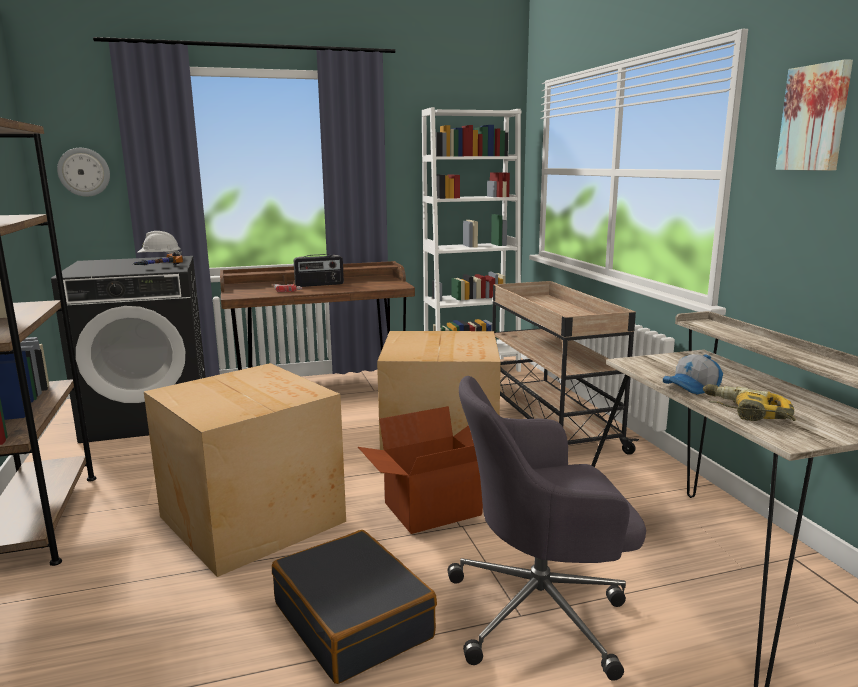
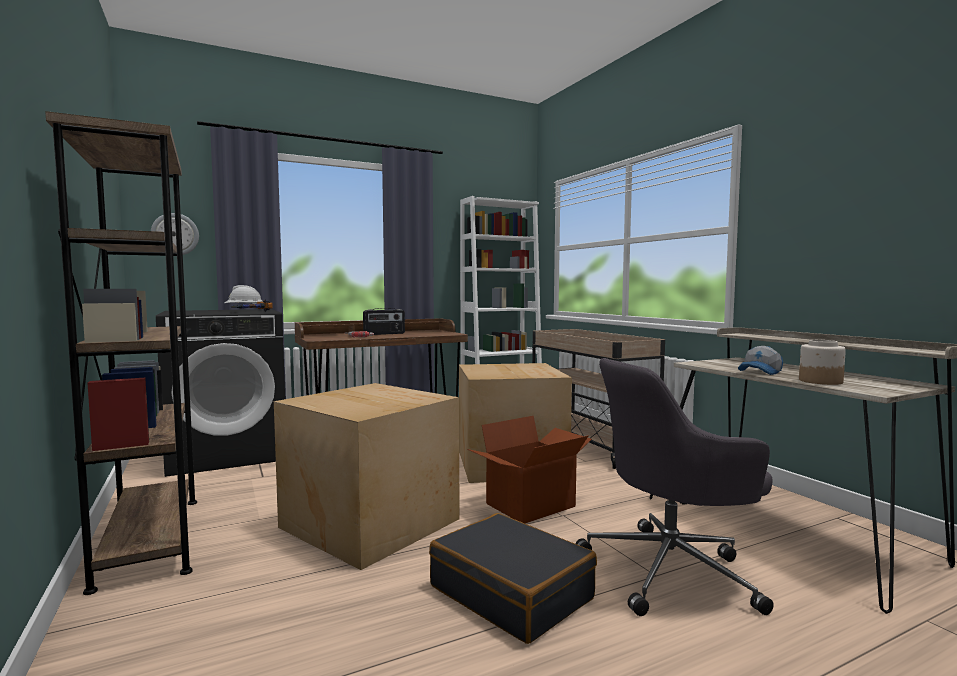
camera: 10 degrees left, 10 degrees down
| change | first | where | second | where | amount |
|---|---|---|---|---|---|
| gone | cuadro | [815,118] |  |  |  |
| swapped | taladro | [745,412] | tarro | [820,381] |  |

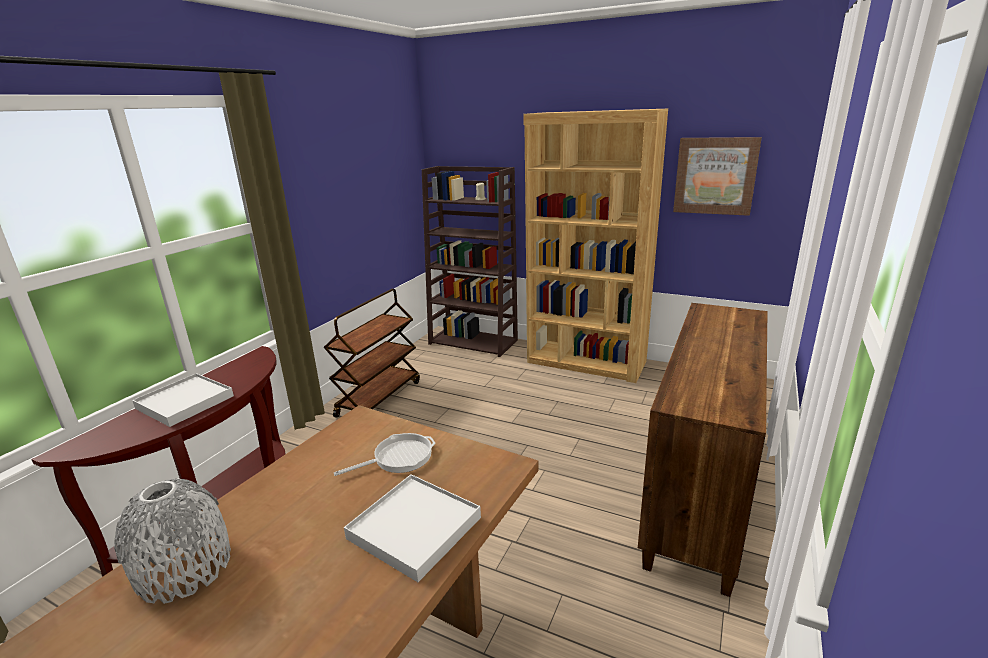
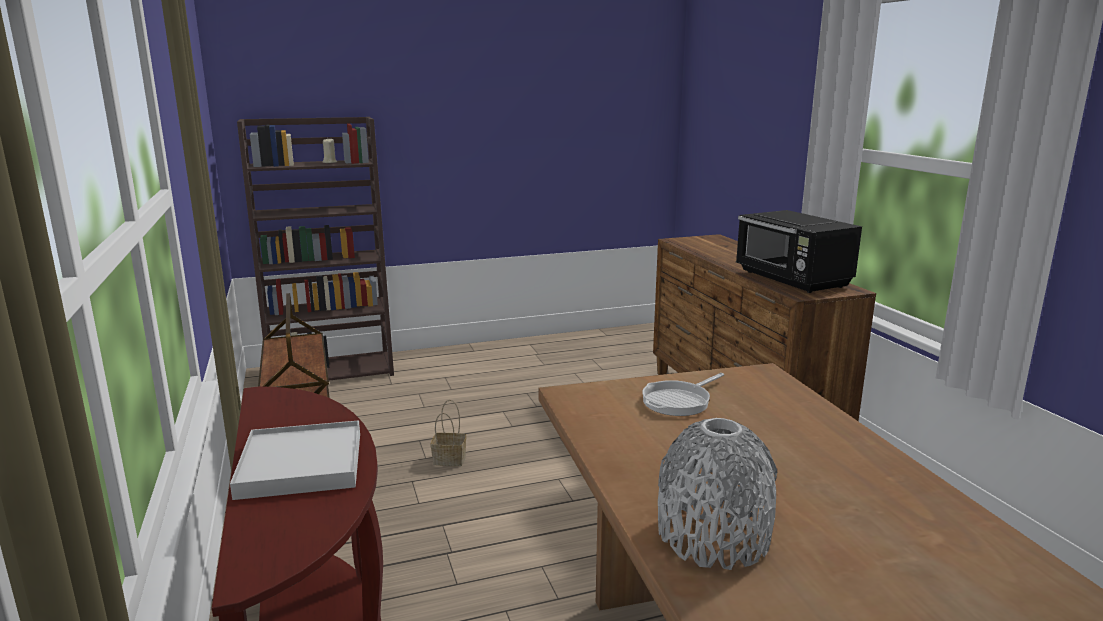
camera: 45 degrees left, 5 degrees down
| change | first | where | second | where | amount |
|---|---|---|---|---|---|
| gone | estantería/marrón | [586,362] |  |  |  |
| gone | cuadro | [715,176] |  |  |  |
| rotated | sartén | [399,458] |  | [679,401] | 150 degrees counterclockwise |
| gone | bandeja/blanco | [414,528] |  |  |  |
| new |  |  | microondas/negro | [792,280] |  |
| new |  |  | cesta | [448,460] |  |

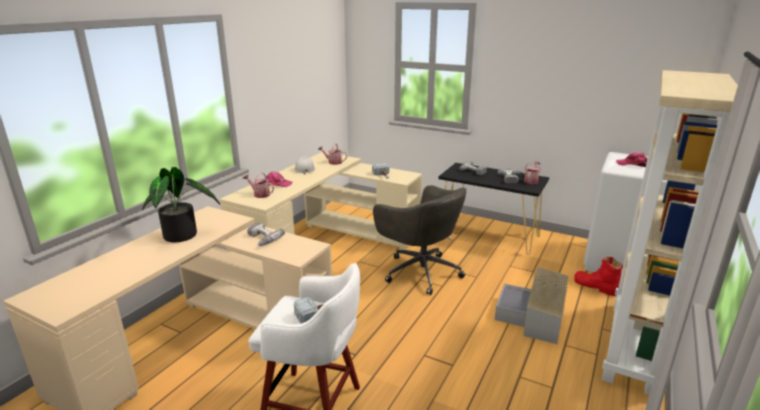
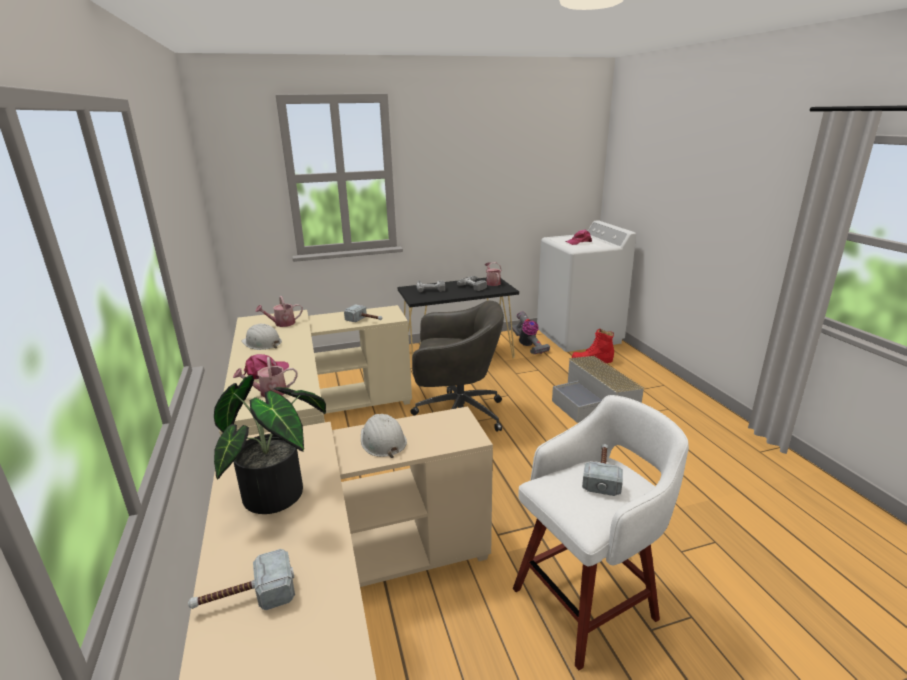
camera: 45 degrees left, 0 degrees up
| change | first | where | second | where | amount |
|---|---|---|---|---|---|
| gone | estantería/beis | [633,346] |  |  |  |
| swapped | taladro | [261,239] | casco/blanco | [382,441] |  |
| new |  |  | aspiradora | [528,346] |  |
| new |  |  | martillo | [245,598] |  |

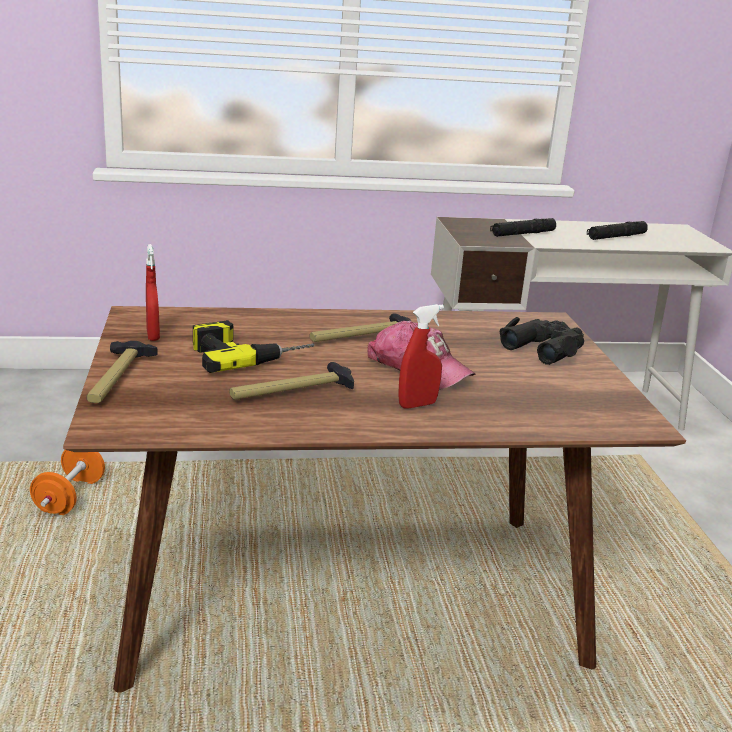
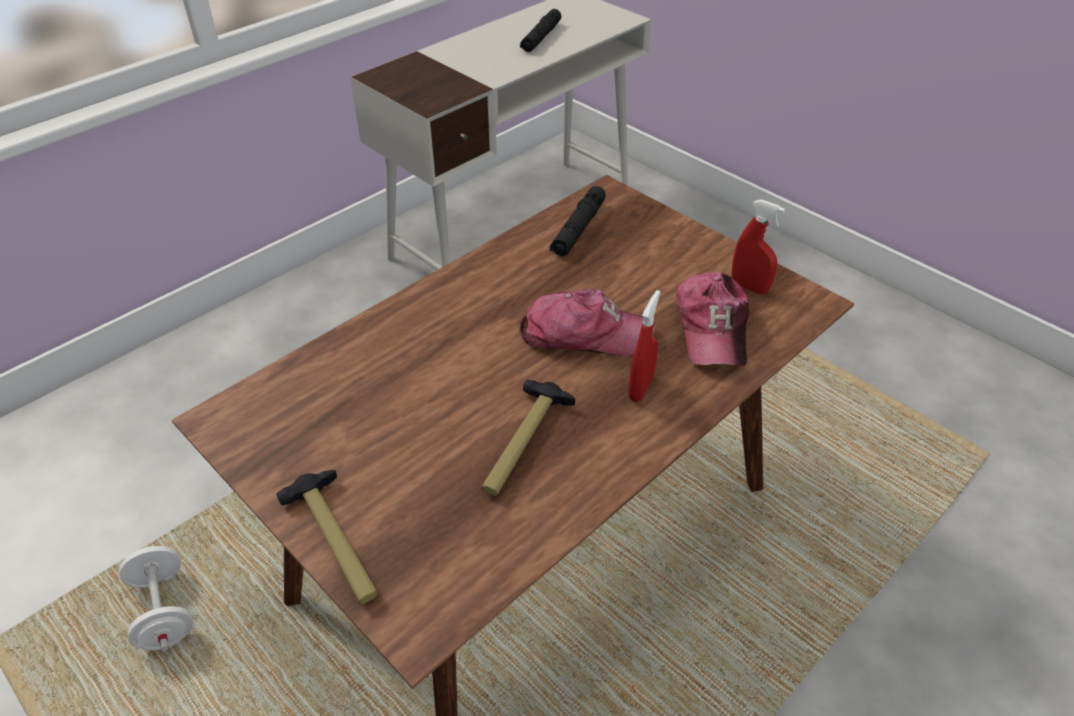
camera: 35 degrees left, 20 degrees up
| change | first | where | second | where | amount |
|---|---|---|---|---|---|
| shifted | linterna/negro | [522,234] |  | [578,229] |  |
| shifted | pulverizador/rojo | [153,335] |  | [749,287] |  |
| gone | martillo | [361,337] |  |  |  |
| gone | prismáticos/negro | [545,348] |  |  |  |
| gone | taladro | [248,353] |  |  |  |
| repainted | mancuerna/naranja | [70,498] | mancuerna/blanco | [164,611] |  |
| new |  |  | gorra | [712,328] |  |

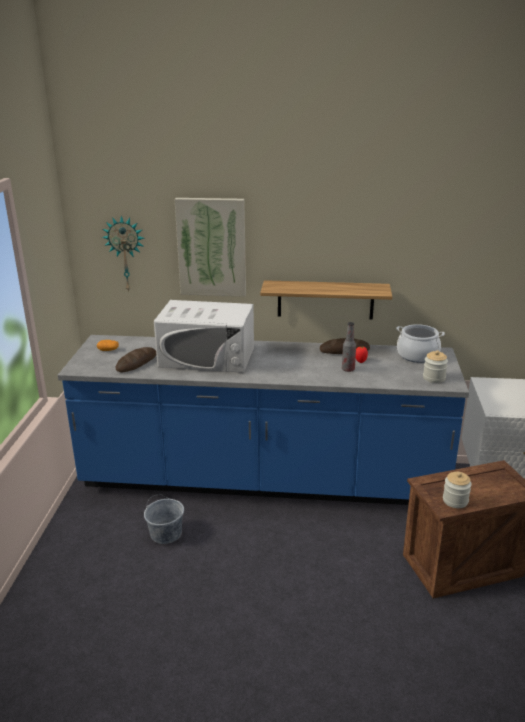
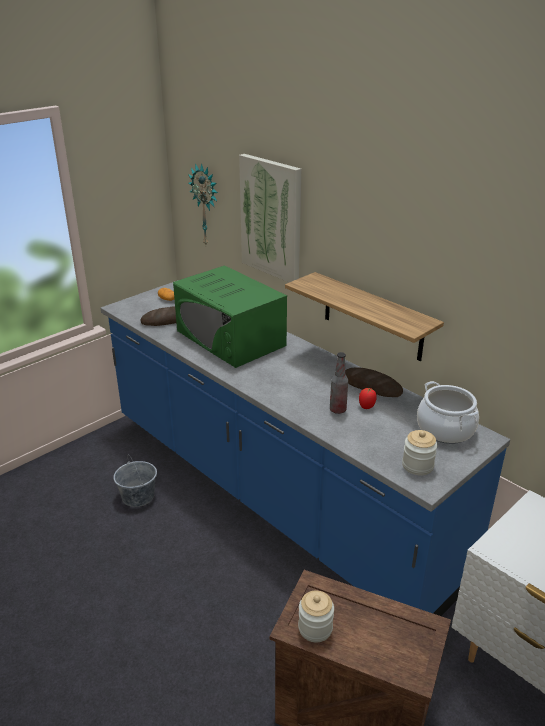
camera: 40 degrees right, 5 degrees up
| change | first | where | second | where | amount |
|---|---|---|---|---|---|
| repainted | microondas/blanco | [207,357] | microondas/verde | [230,338] |  |

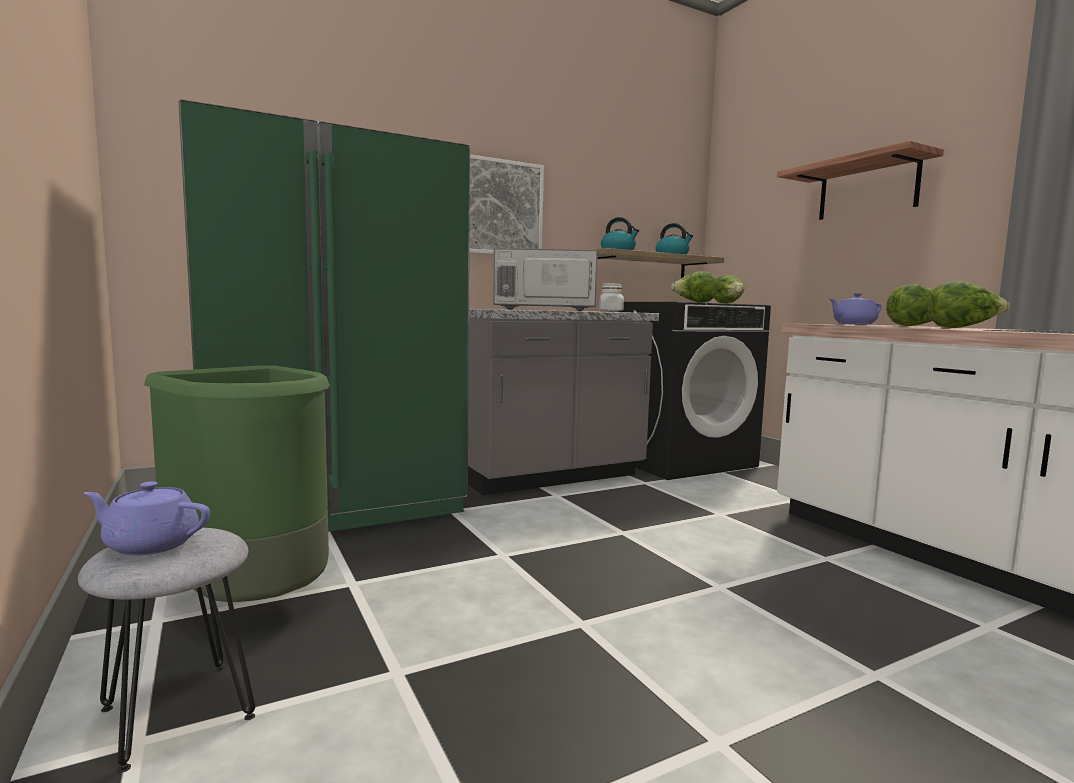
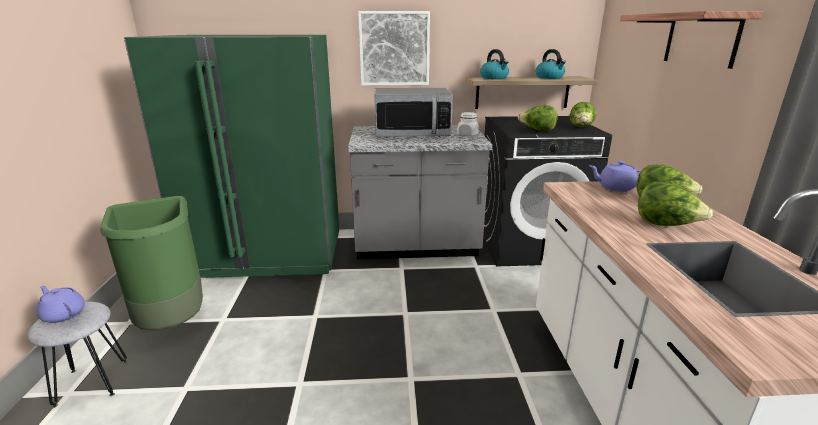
camera: 25 degrees right, 15 degrees up
| change | first | where | second | where | amount |
|---|---|---|---|---|---|
| rotated | microondas | [544,310] |  | [412,133] | 150 degrees clockwise |

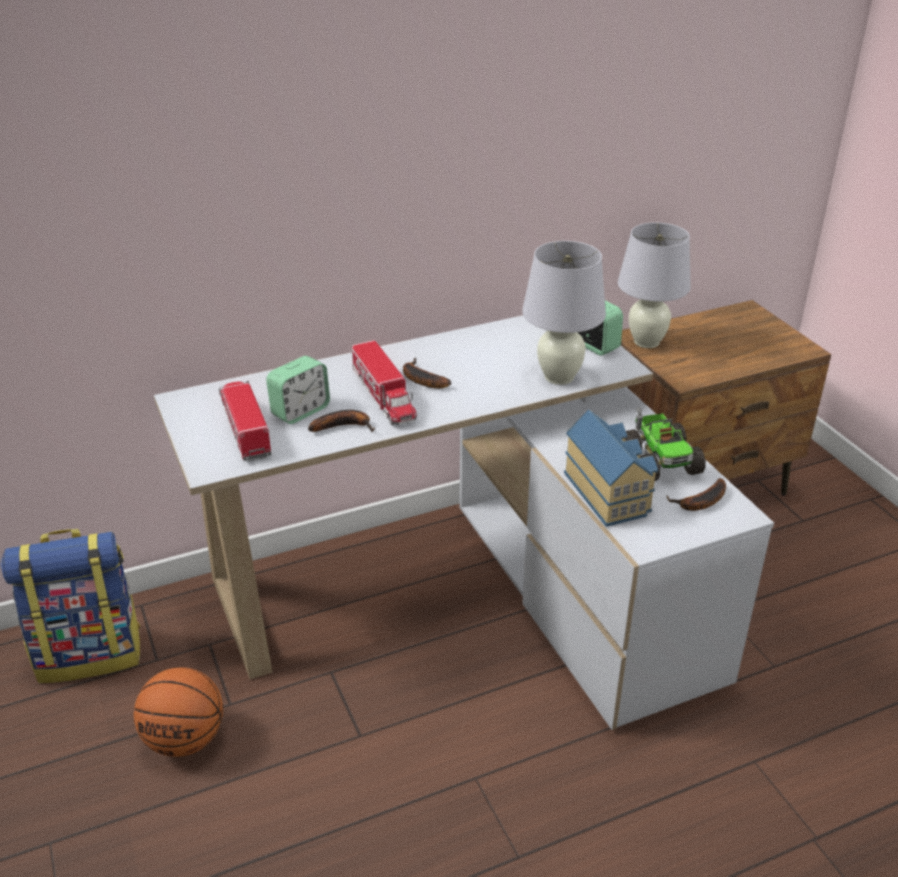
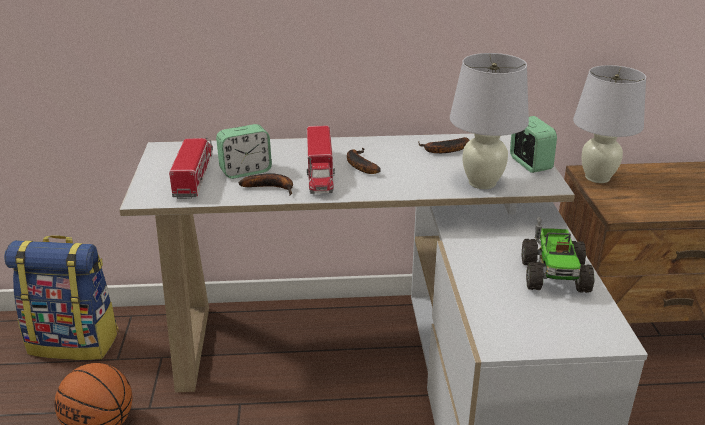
camera: 20 degrees right, 5 degrees down
| change | first | where | second | where | amount |
|---|---|---|---|---|---|
| gone | casita | [609,492] |  |  |  |
| shifted | plátano | [701,502] |  | [443,150] |  |

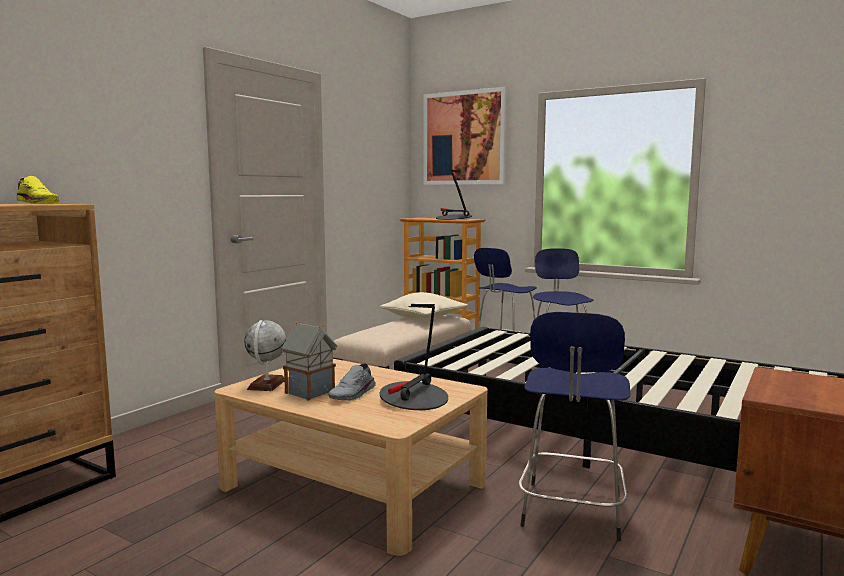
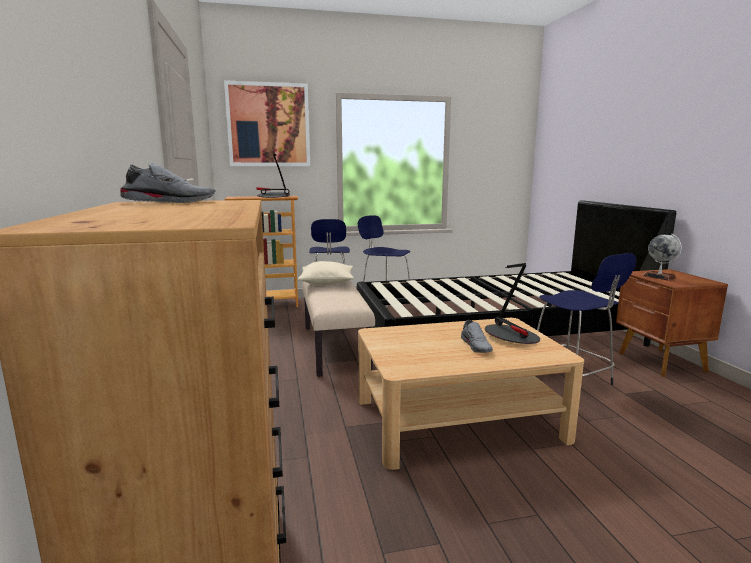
camera: 45 degrees left, 5 degrees up
| change | first | where | second | where | amount |
|---|---|---|---|---|---|
| repainted | zapato/amarillo | [39,203] | zapato/gris | [170,202] |  |
| shifted | globo terráqueo | [267,384] |  | [659,277] |  |
| gone | casita | [311,392] |  |  |  |

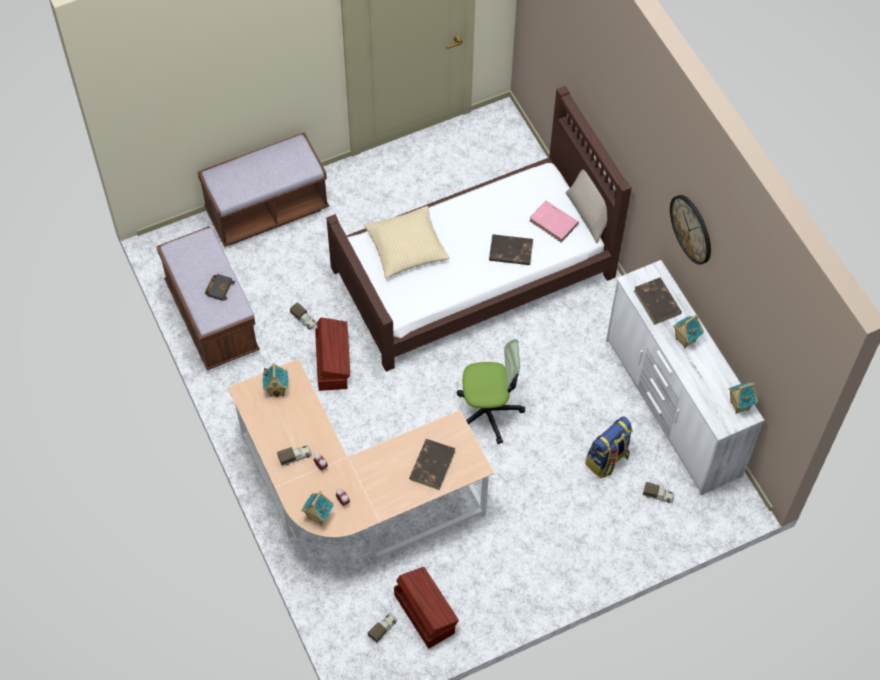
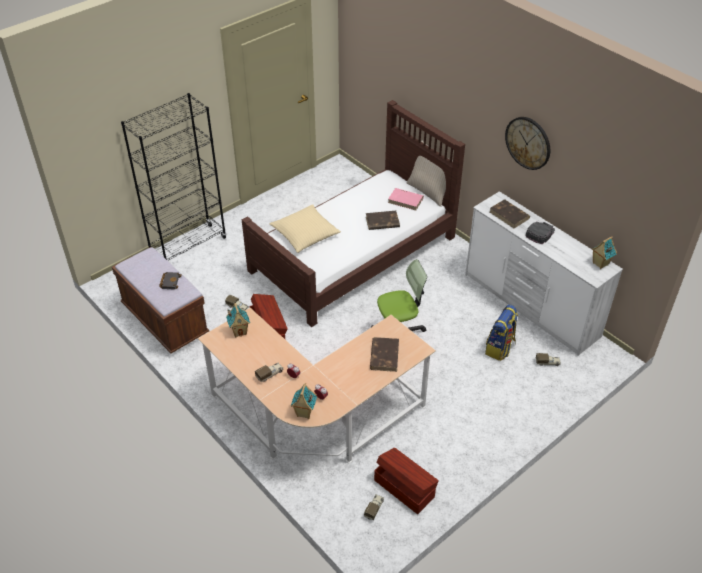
camera: 15 degrees left, 15 degrees down
| change | first | where | second | where | amount |
|---|---|---|---|---|---|
| swapped | banco/marrón | [267,210] | estantería/negro | [188,246] |  |
| swapped | casita | [684,340] | gorra/negro | [540,233] |  |

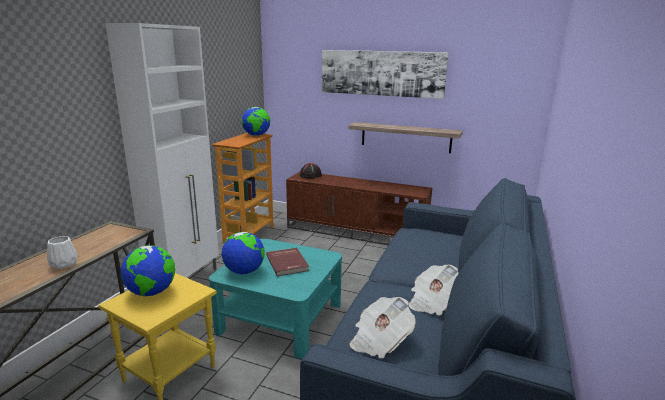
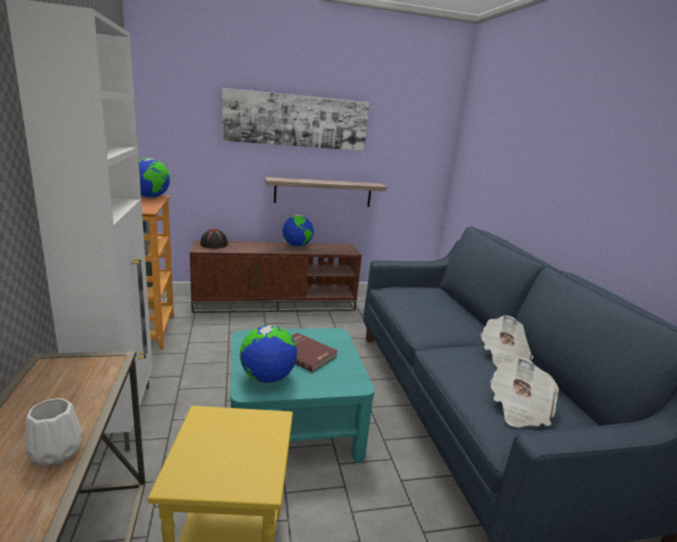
camera: 35 degrees left, 0 degrees up
| change | first | where | second | where | amount |
|---|---|---|---|---|---|
| shifted | globo terráqueo | [151,292] |  | [297,246] |  |

